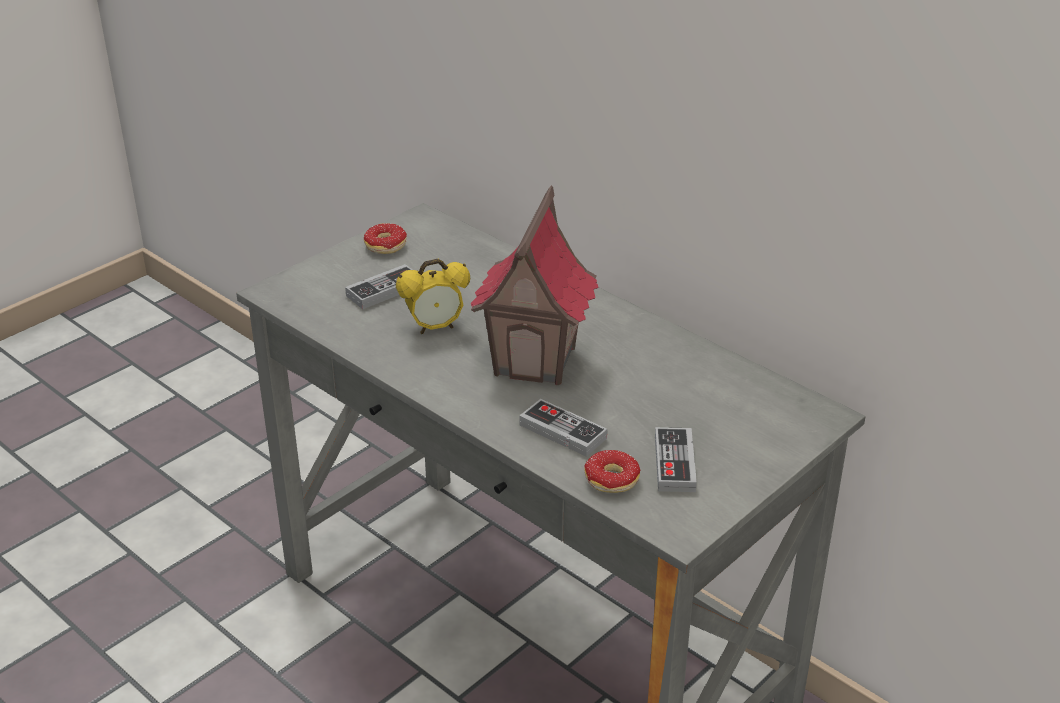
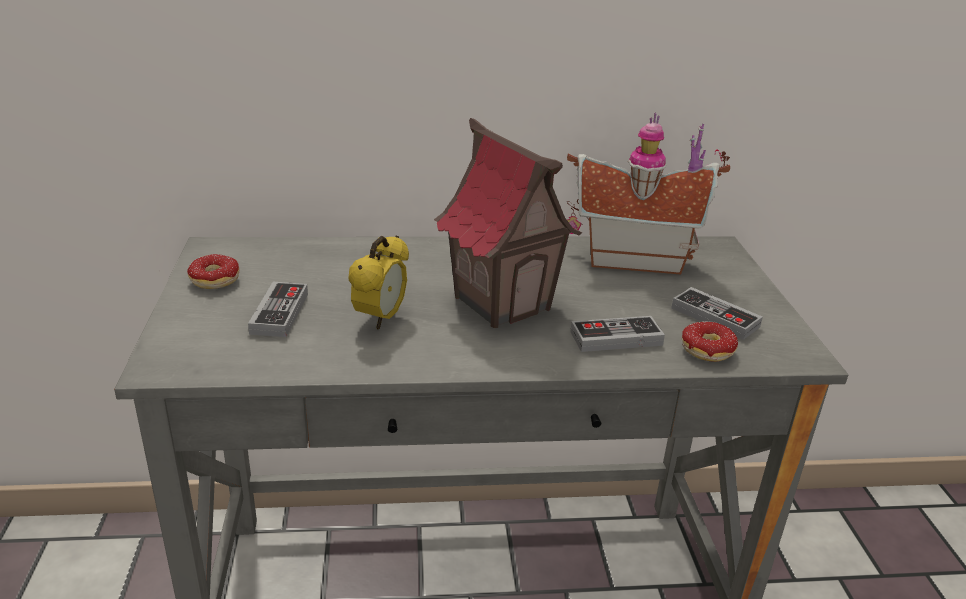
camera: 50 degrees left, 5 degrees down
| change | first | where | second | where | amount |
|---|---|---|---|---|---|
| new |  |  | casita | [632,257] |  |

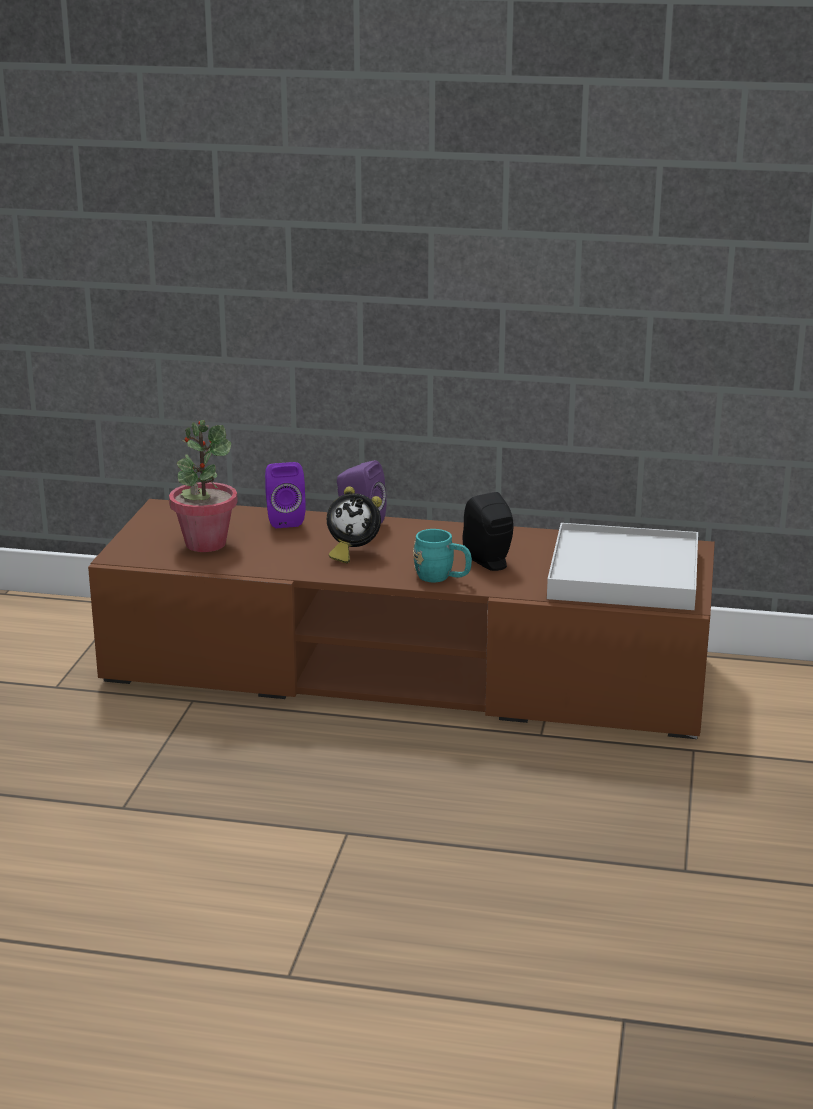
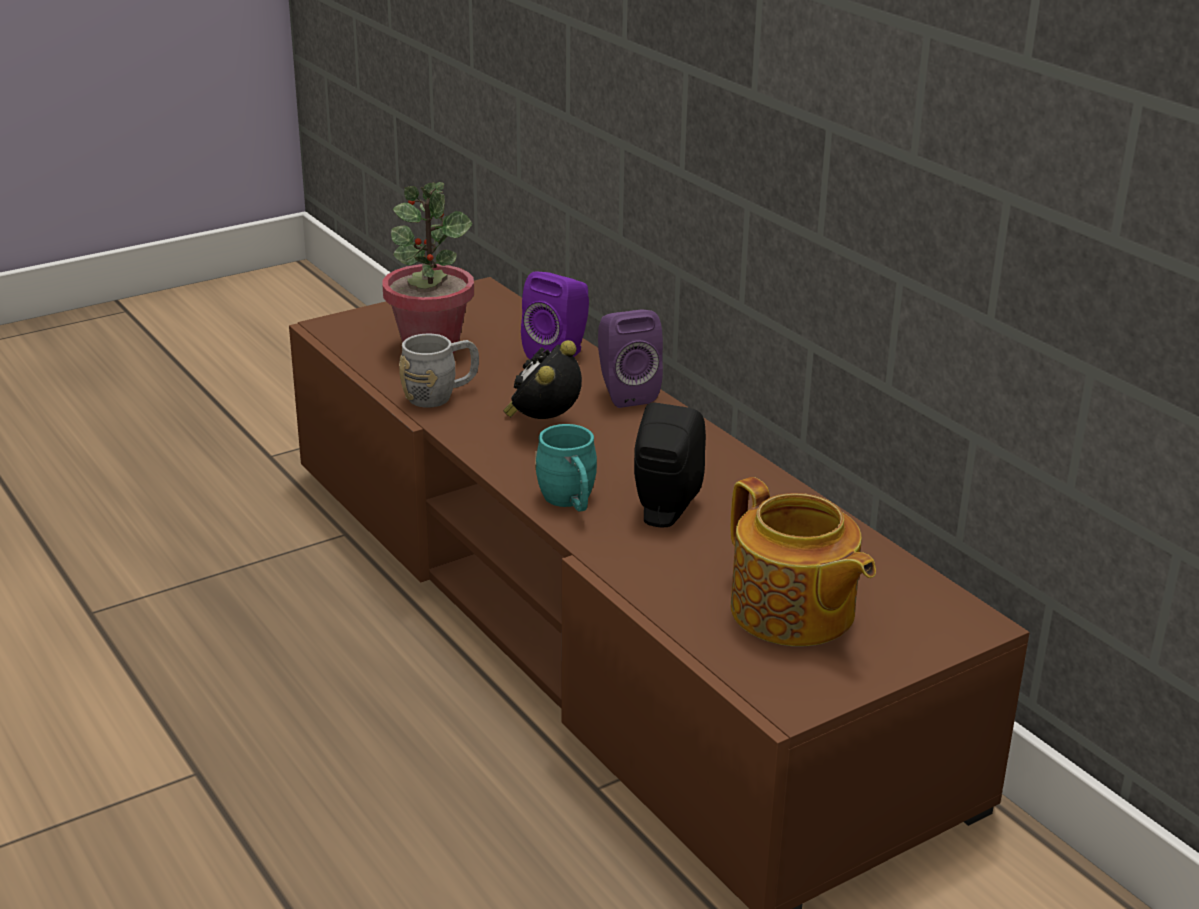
camera: 45 degrees right, 5 degrees up
| change | first | where | second | where | amount |
|---|---|---|---|---|---|
| rotated | despertador | [352,553] |  | [543,424] | 60 degrees clockwise |
| swapped | bandeja/blanco | [623,575] | tetera | [793,613] |  |
| new |  |  | taza grande/gris | [440,395] |  |

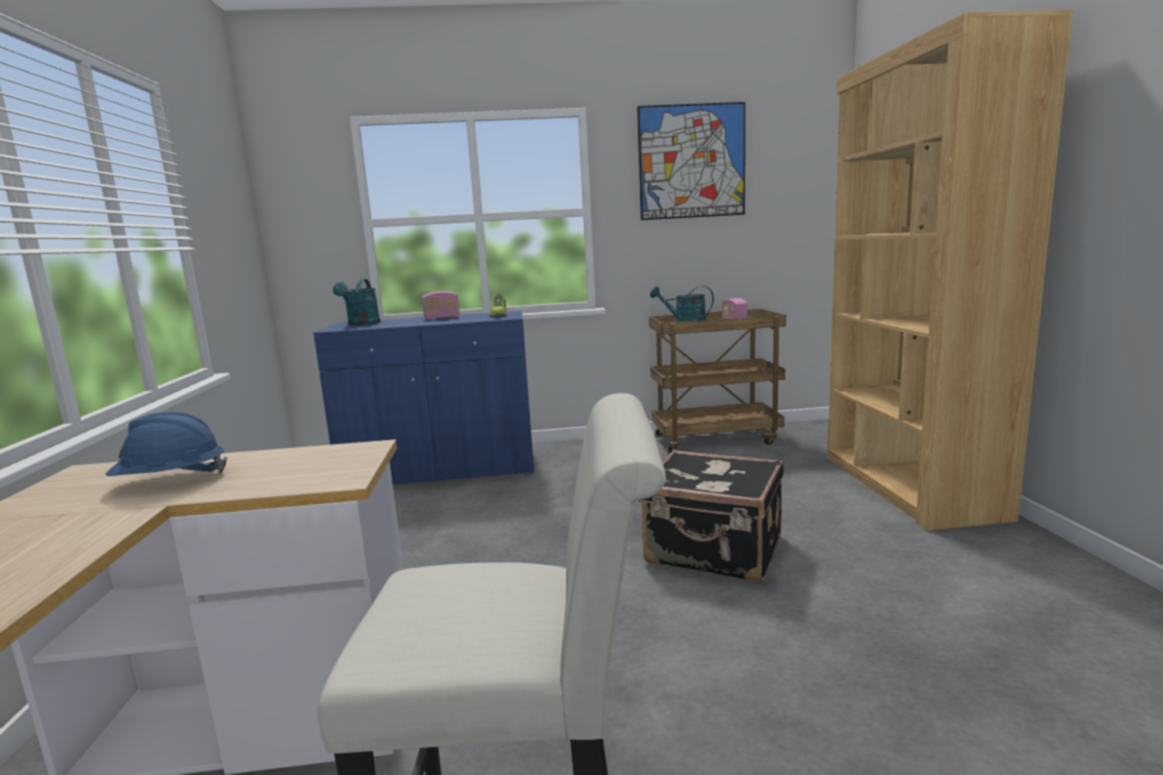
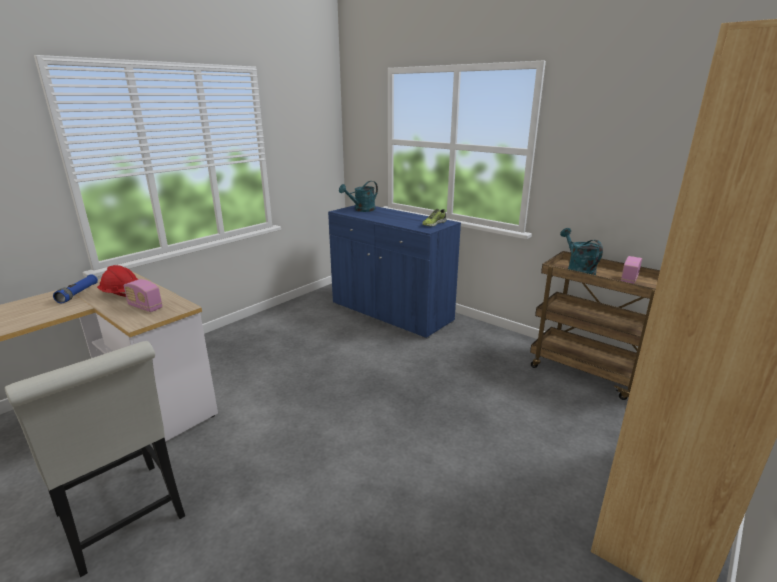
camera: 45 degrees right, 10 degrees up
| change | first | where | second | where | amount |
|---|---|---|---|---|---|
| gone | cuadro | [692,161] |  |  |  |
| shifted | radio | [441,318] |  | [145,307] |  |
| repainted | casco/azul | [171,480] | casco/rojo | [121,294] |  |
| gone | maleta/negro | [714,551] |  |  |  |
| new |  |  | linterna/azul | [78,294] |  |

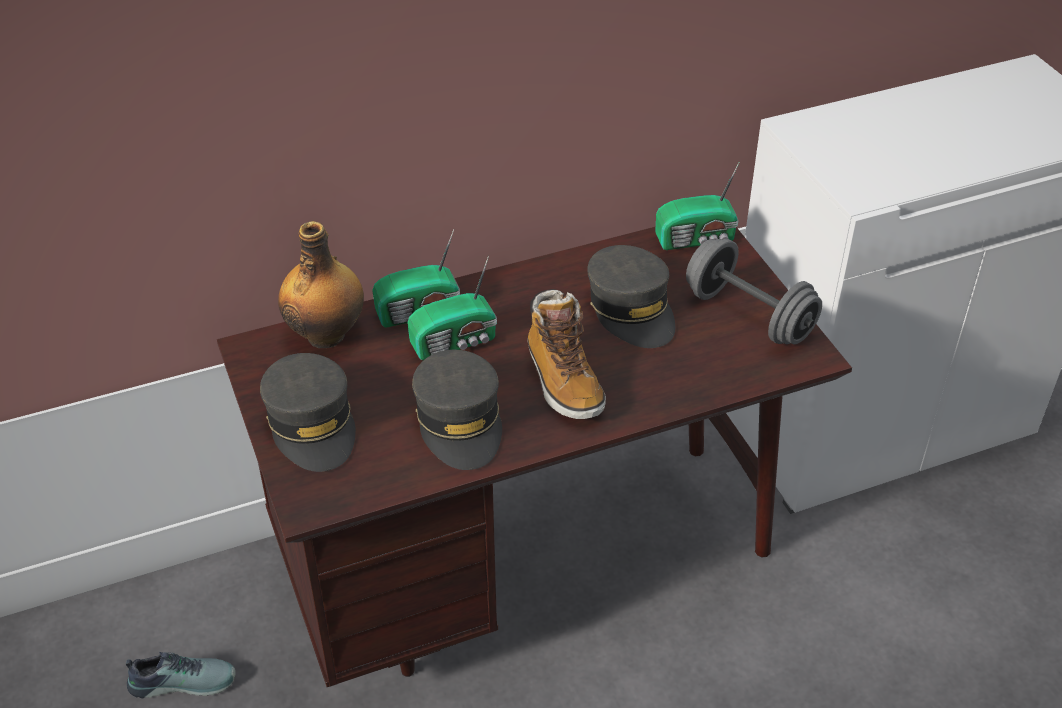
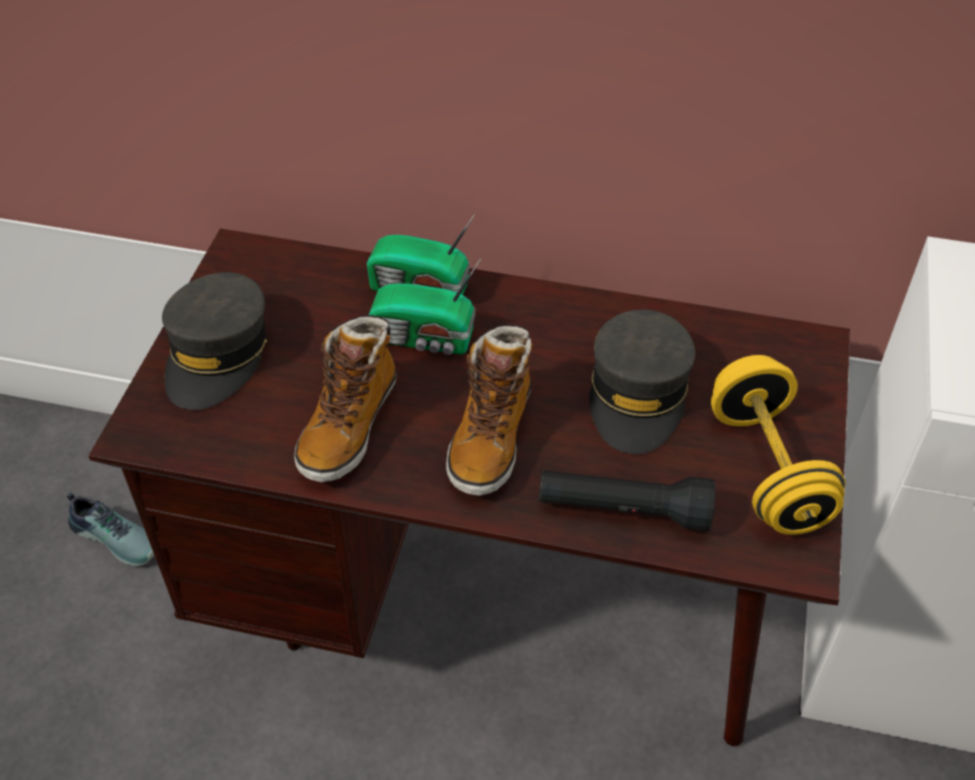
camera: 35 degrees right, 5 degrees up
| change | first | where | second | where | amount |
|---|---|---|---|---|---|
| gone | radio | [697,239] |  |  |  |
| gone | botella | [327,334] |  |  |  |
| repainted | mancuerna/gris | [749,315] | mancuerna/amarillo | [767,469] |  |
| swapped | gorra/gris | [460,422] | bota | [349,425] |  |
| new |  |  | linterna/negro | [623,510] |  |

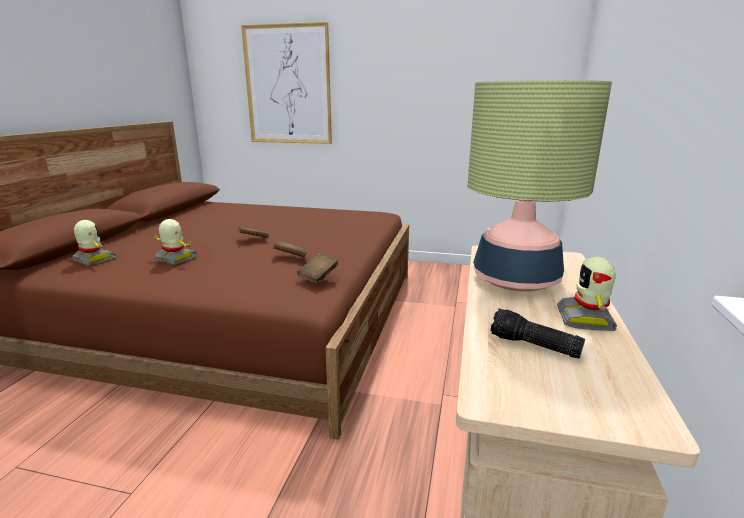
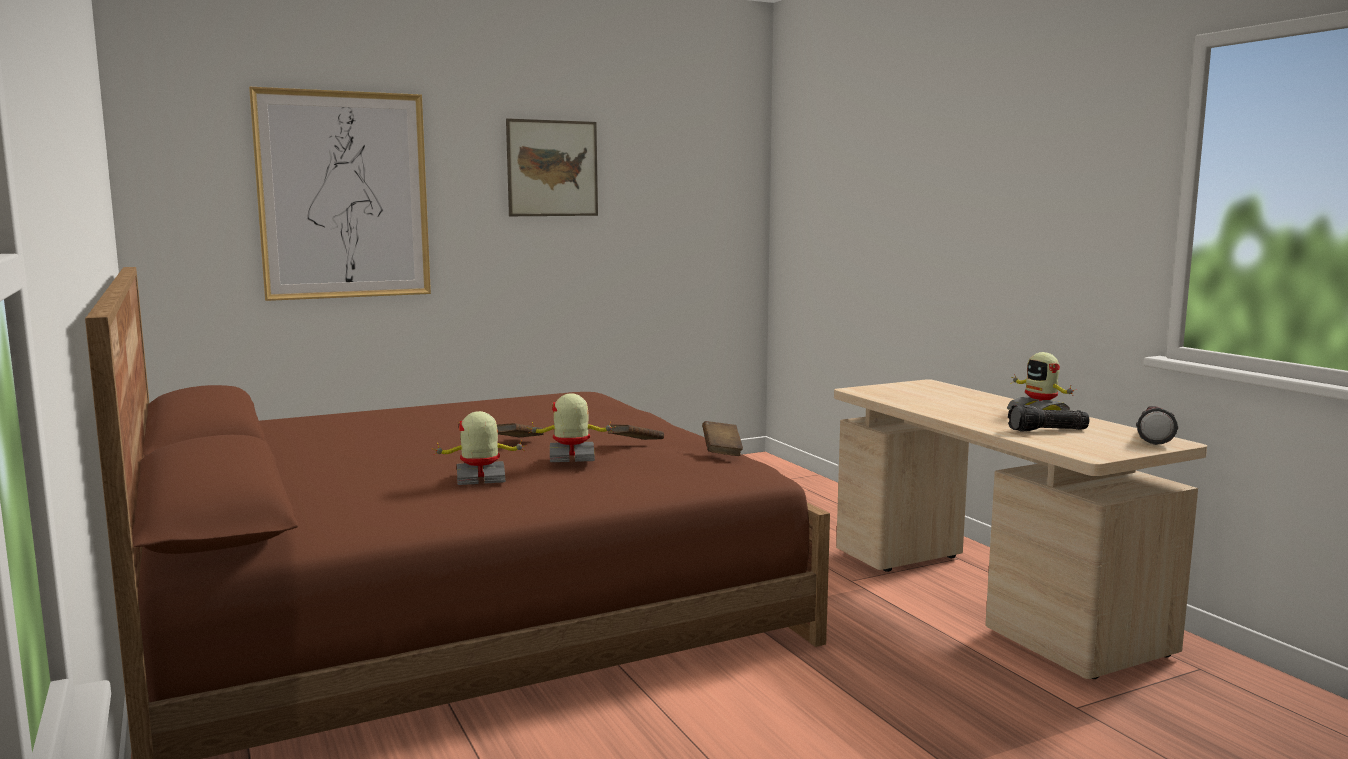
camera: 40 degrees left, 10 degrees down
| change | first | where | second | where | amount |
|---|---|---|---|---|---|
| gone | lámpara de mesa | [515,279] |  |  |  |
| shifted | robot de juguete | [93,259] |  | [572,457] |  |
| new |  |  | cuadro | [552,168] |  |
| new |  |  | linterna | [1153,437] |  |

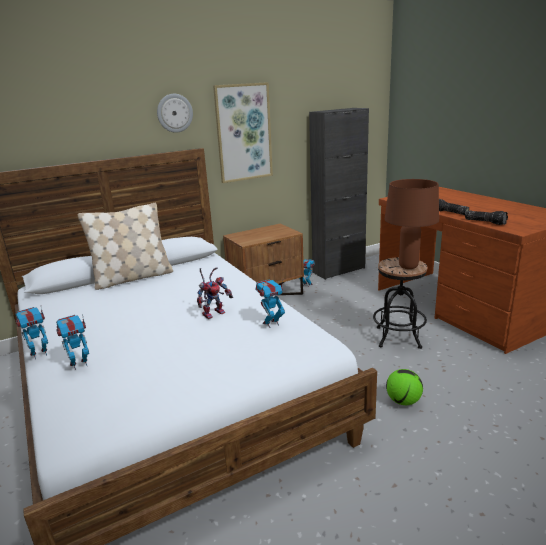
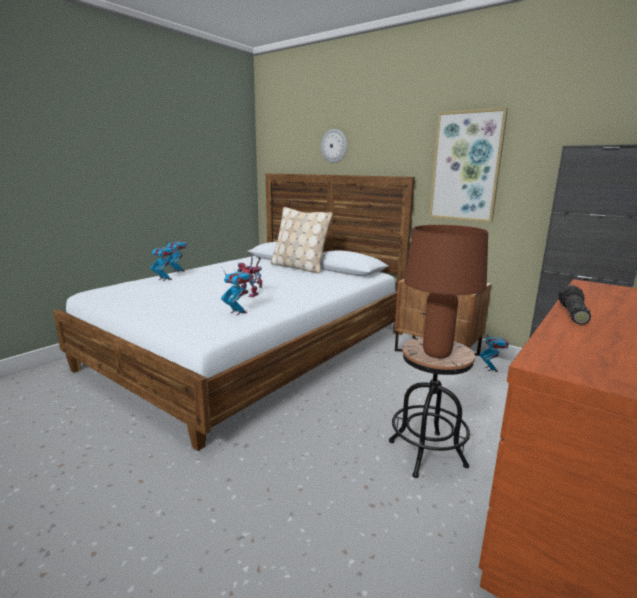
camera: 65 degrees right, 5 degrees down
| change | first | where | second | where | amount |
|---|---|---|---|---|---|
| shifted | reloj de pared | [174,113] |  | [334,146] |  |
| gone | linterna | [485,222] |  |  |  |
| gone | balón de fútbol | [403,401] |  |  |  |

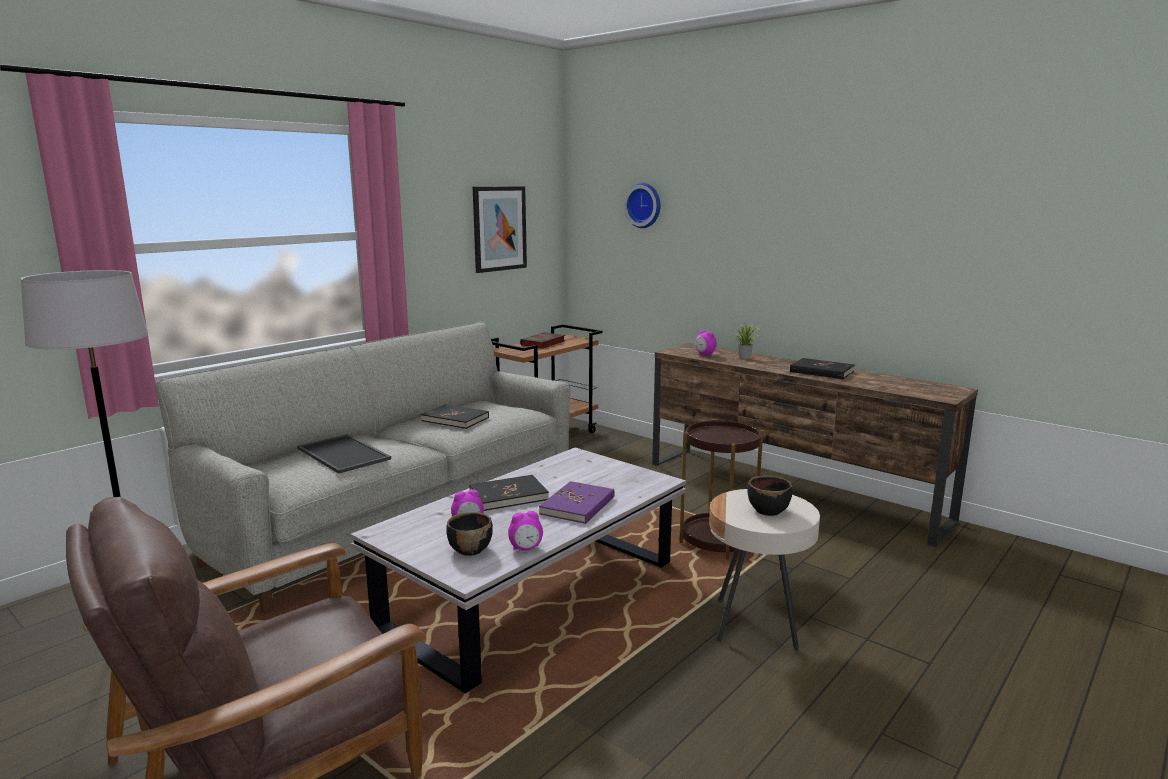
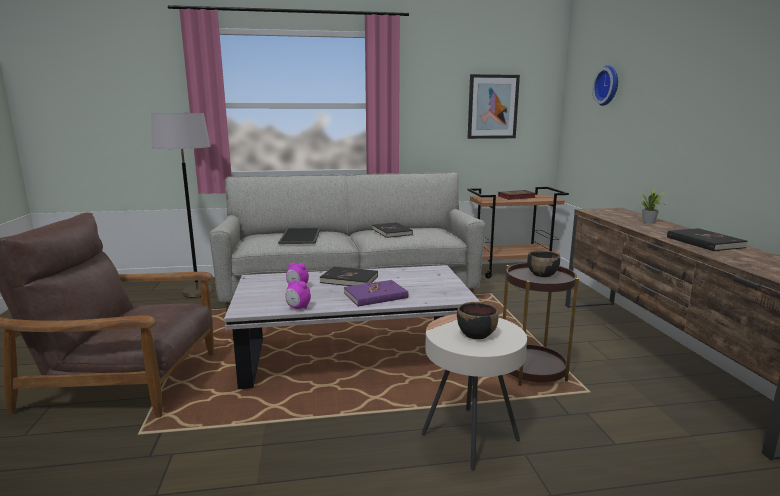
camera: 40 degrees right, 0 degrees up
| change | first | where | second | where | amount |
|---|---|---|---|---|---|
| gone | despertador | [705,354] |  |  |  |
| shifted | cuenco/negro | [470,549] |  | [542,274] |  |

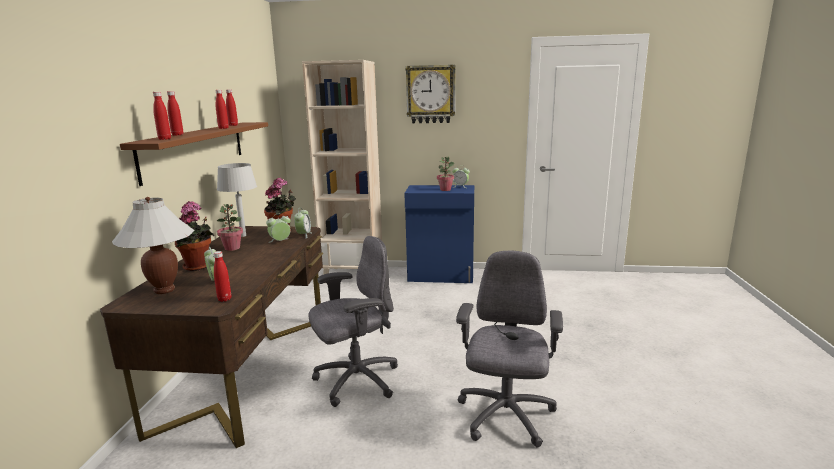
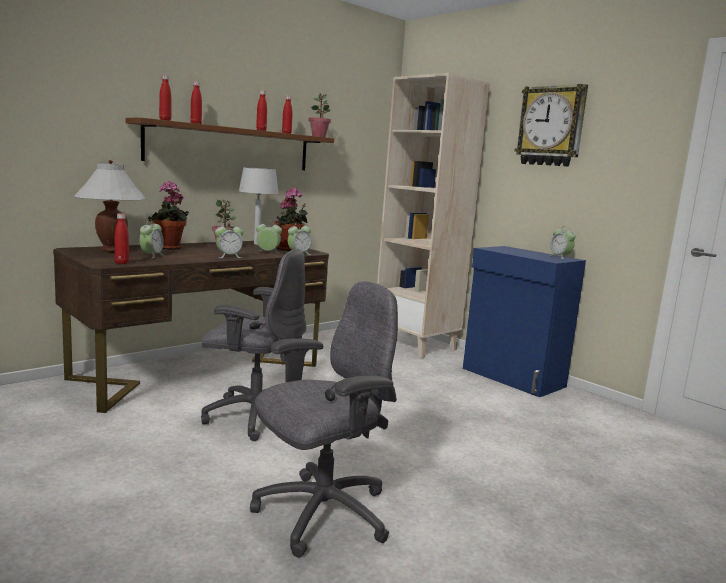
camera: 40 degrees right, 5 degrees down
| change | first | where | second | where | amount |
|---|---|---|---|---|---|
| shifted | planta en maceta | [445,189] |  | [319,136] |  |
| new |  |  | despertador | [229,256] |  |

